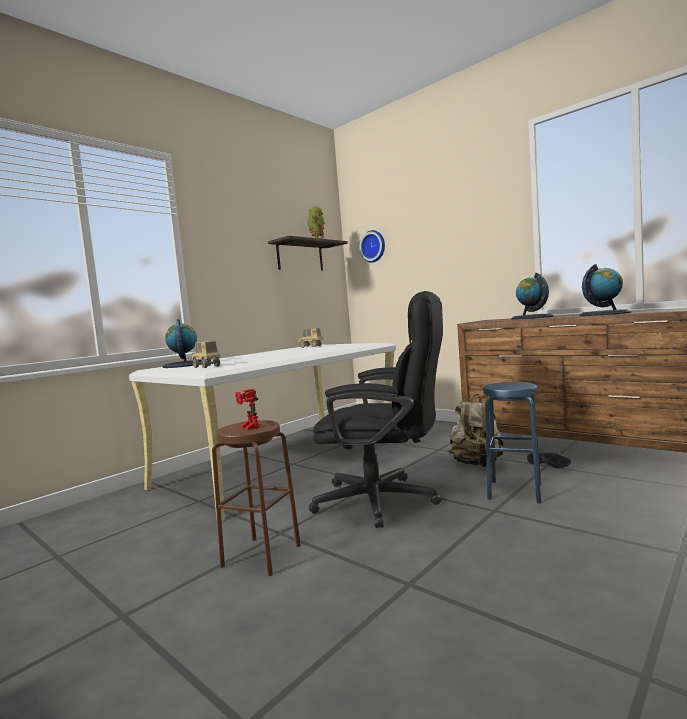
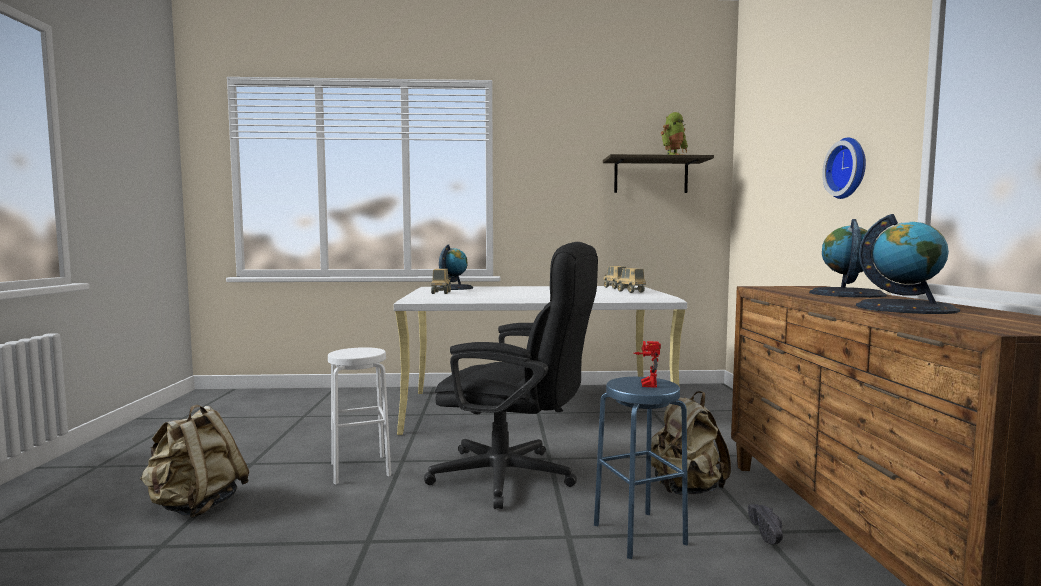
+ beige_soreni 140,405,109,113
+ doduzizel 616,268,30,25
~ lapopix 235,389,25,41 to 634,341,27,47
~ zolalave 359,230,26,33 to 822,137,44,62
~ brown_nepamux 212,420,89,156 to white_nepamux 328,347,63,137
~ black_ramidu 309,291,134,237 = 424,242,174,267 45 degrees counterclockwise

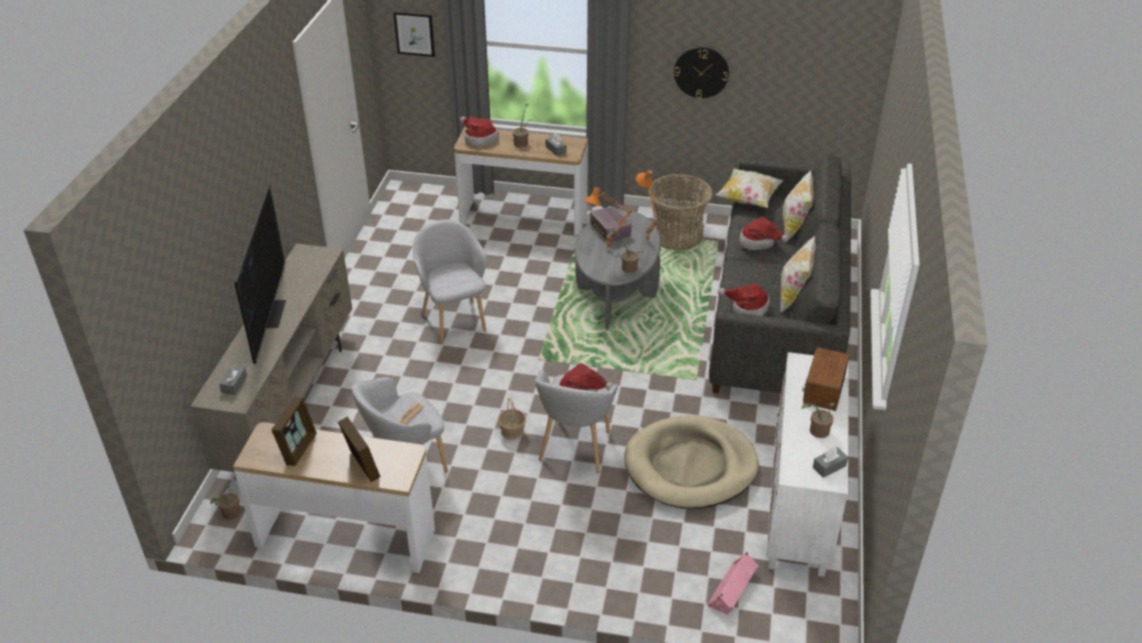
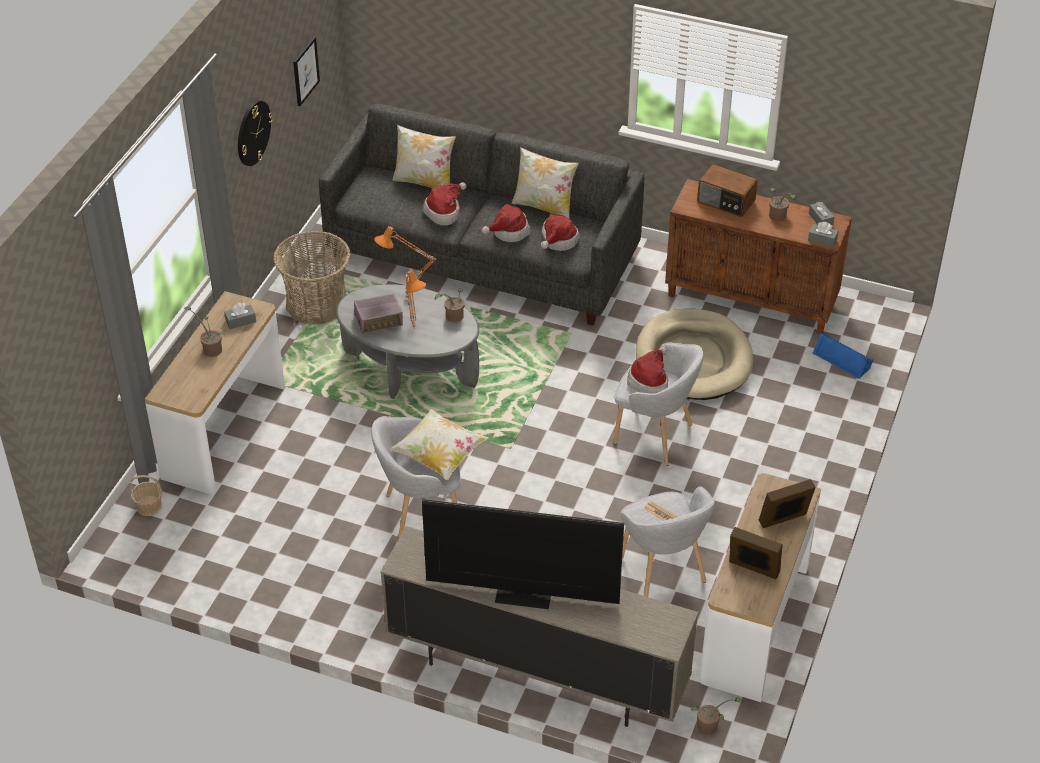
~ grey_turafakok 219,365,28,30 to 808,222,31,25
~ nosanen 393,11,42,46 to 293,37,27,69
~ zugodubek 460,116,39,32 to 481,204,49,38
~ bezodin 498,398,28,42 to 130,475,32,41
~ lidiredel 716,168,67,40 to 390,409,99,71
~ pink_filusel 707,552,52,63 to blue_filusel 812,333,61,46
~ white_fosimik 766,352,83,225 to brown_fosimik 665,179,187,155

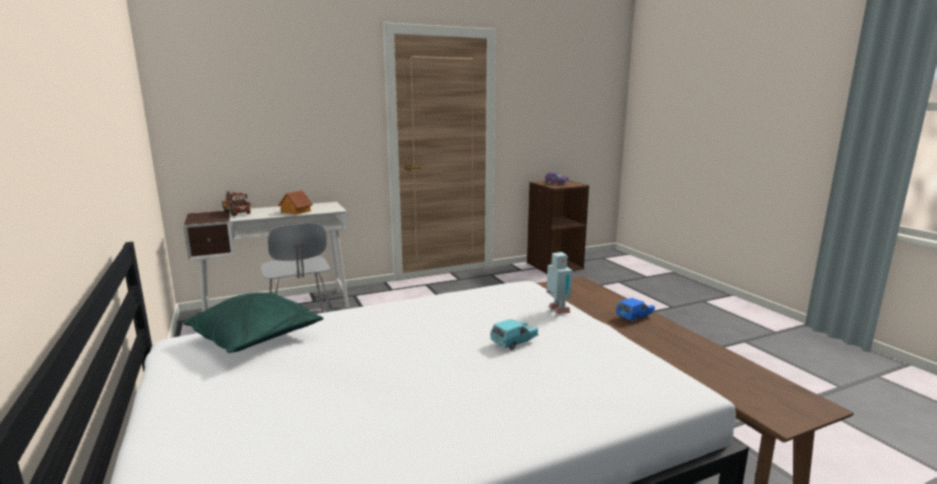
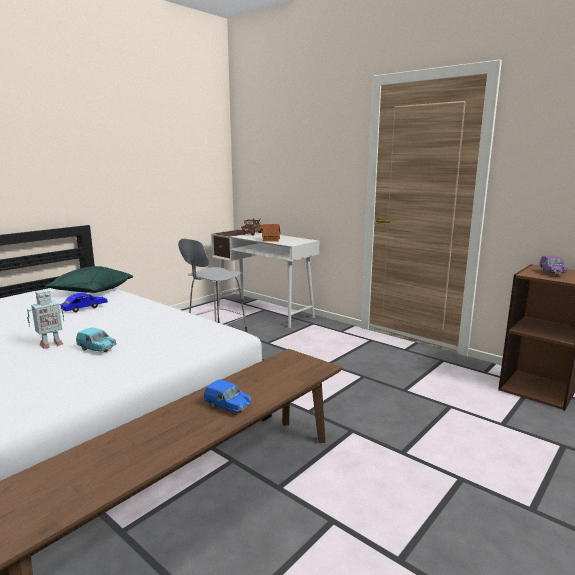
+ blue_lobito 60,293,48,19
~ lapopix 546,252,27,62 to 27,290,37,59

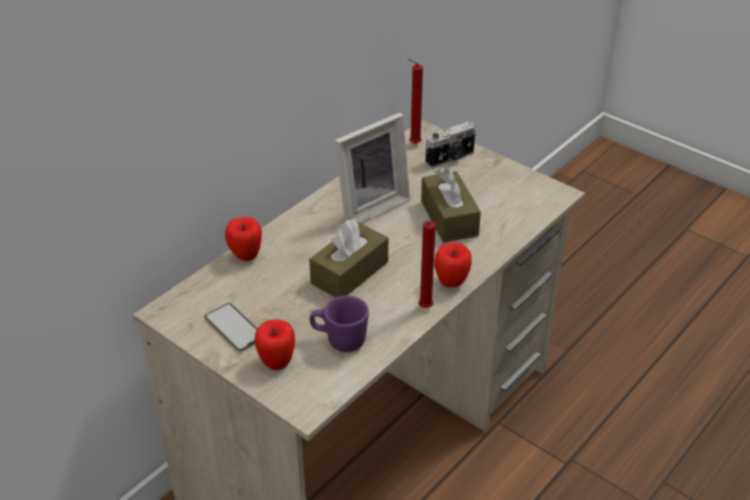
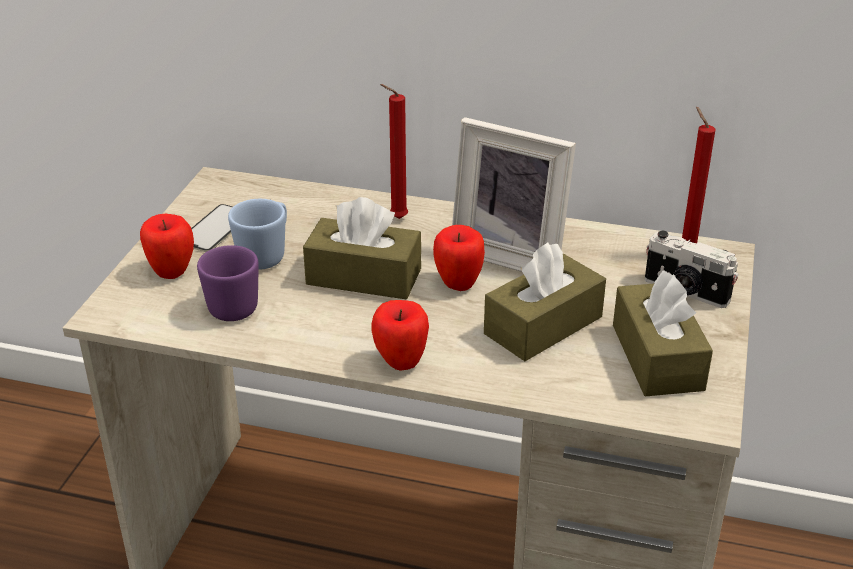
+ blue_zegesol 228,199,59,71
+ brown_turafakok 613,270,100,126
~ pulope 225,217,37,44 to 433,225,52,66
~ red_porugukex 419,221,17,87 to 380,84,28,135

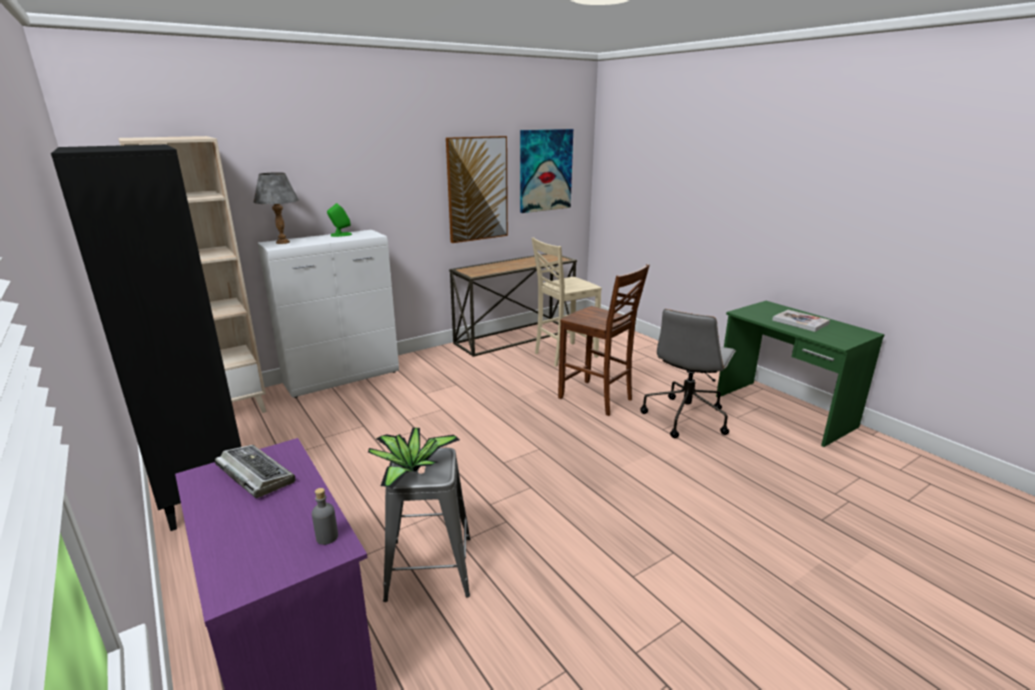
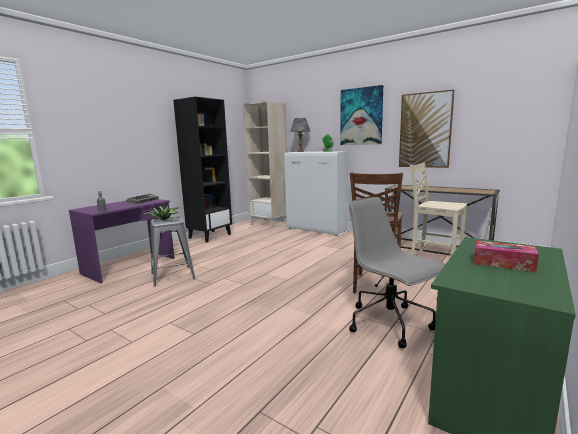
~ nosanen 520,129,53,84 to 340,85,43,60
~ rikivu 772,310,58,22 to turafakok 474,240,65,32
~ grey_ramidu 640,309,96,129 = 349,197,96,151 45 degrees clockwise

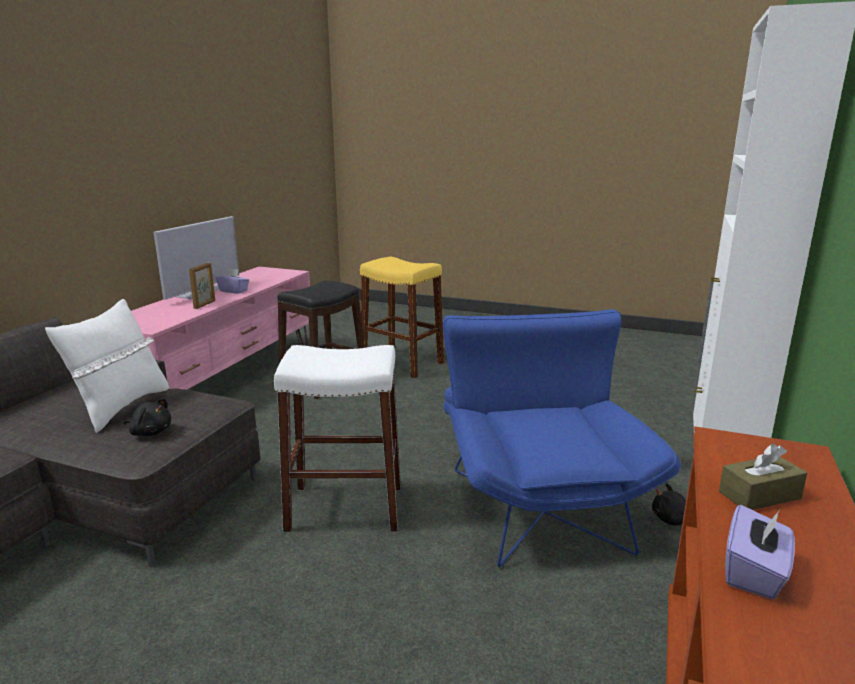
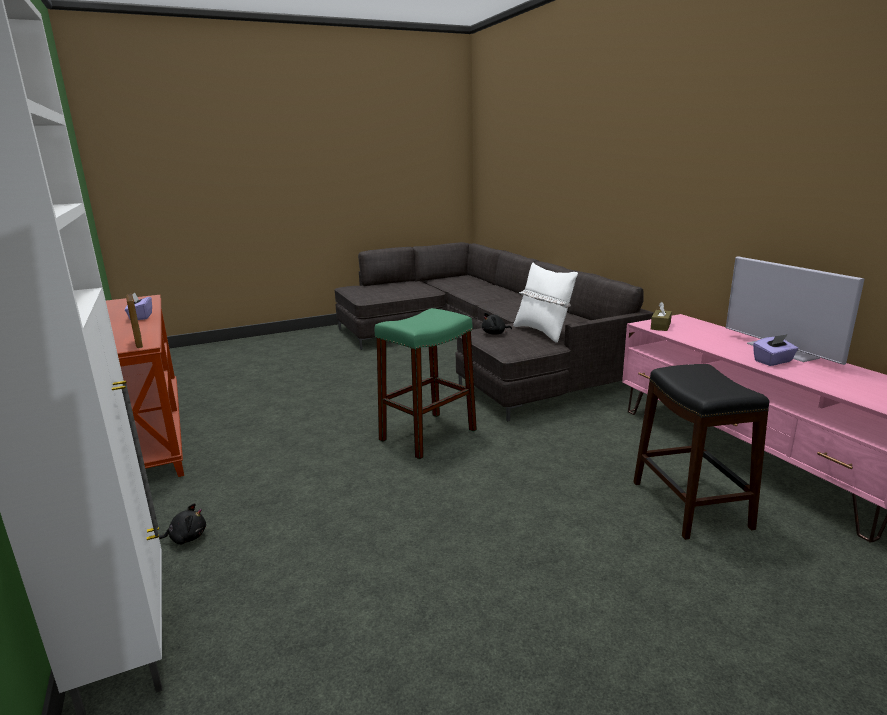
- yellow_nepamux 360,257,84,121
- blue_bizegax 443,309,238,259
~ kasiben 189,263,26,46 to 126,294,17,54
~ brown_turafakok 719,444,88,66 to 651,302,21,29
~ white_nepamux 274,345,127,187 to green_nepamux 374,308,103,151

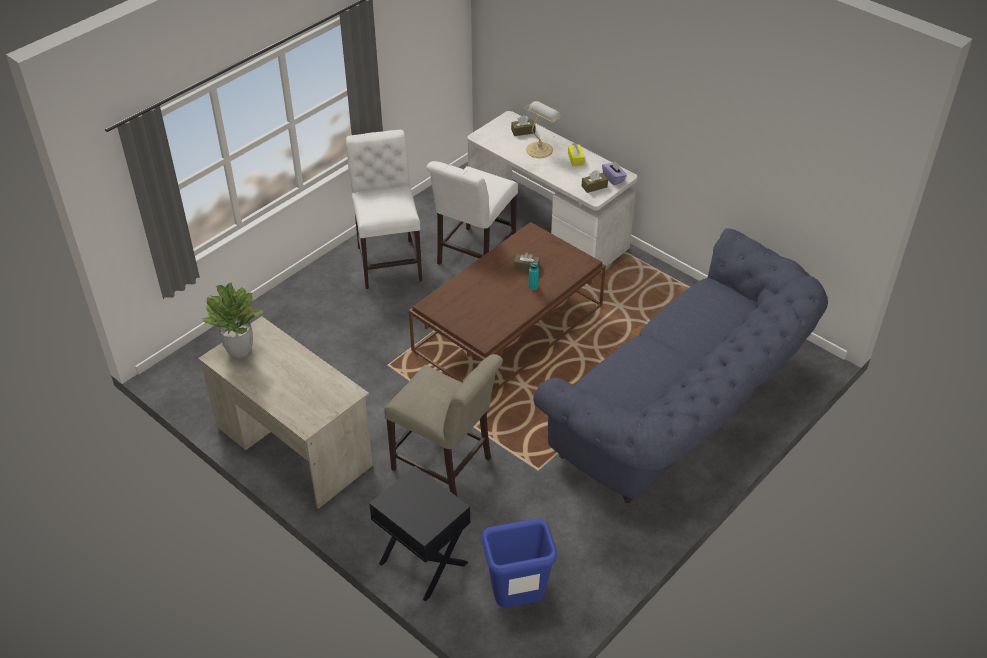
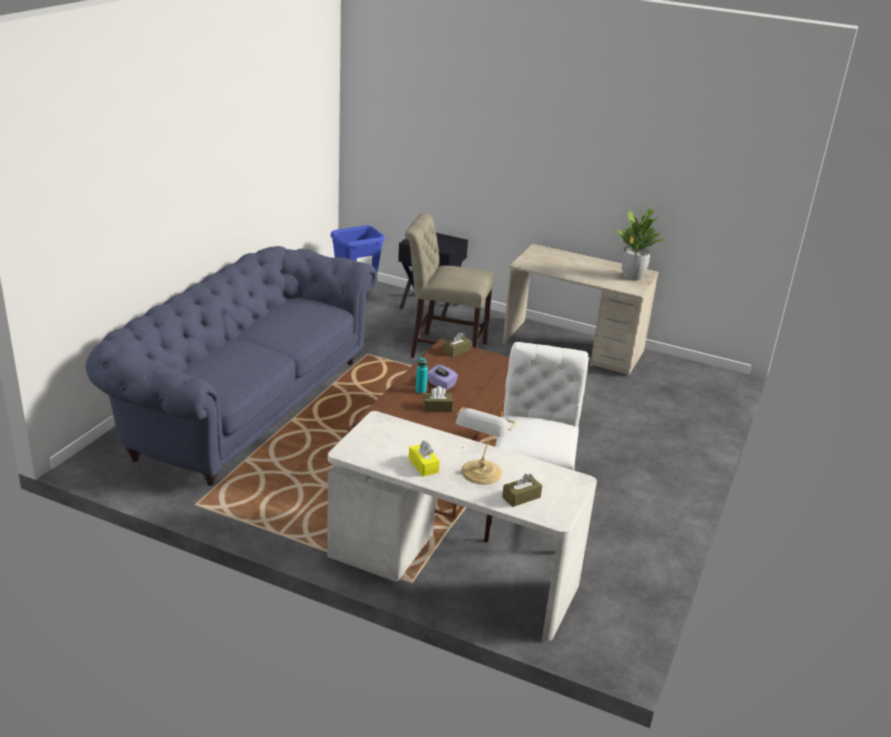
- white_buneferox 346,130,76,159
~ brown_turafakok 582,170,26,23 to 443,332,28,25
~ purple_turafakok 602,161,25,24 to 427,364,31,26

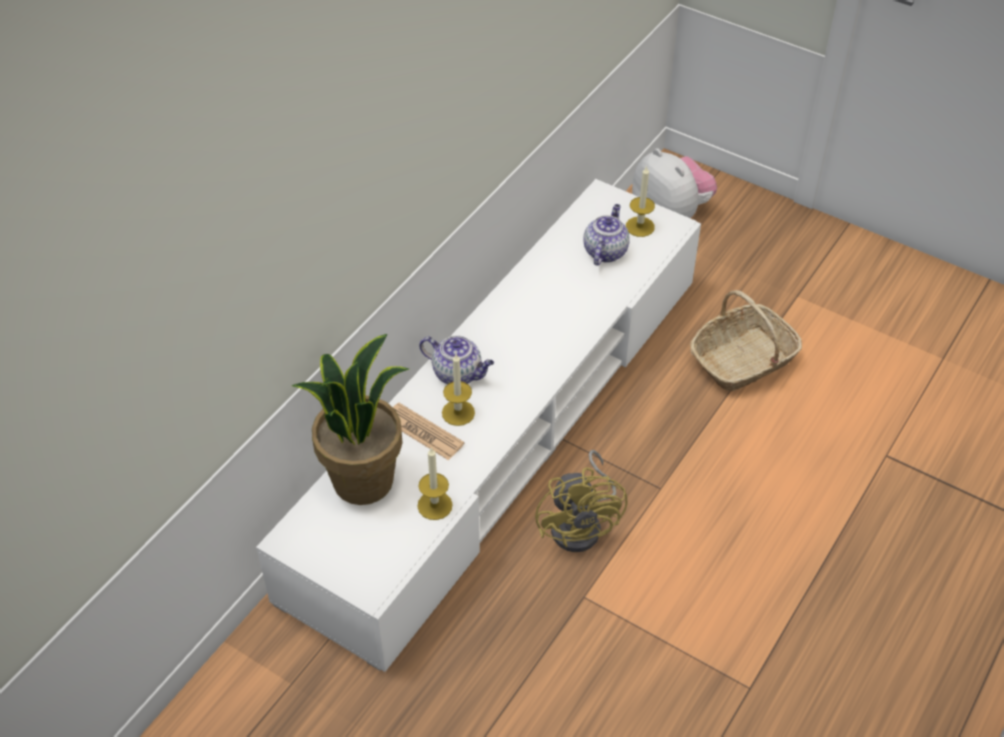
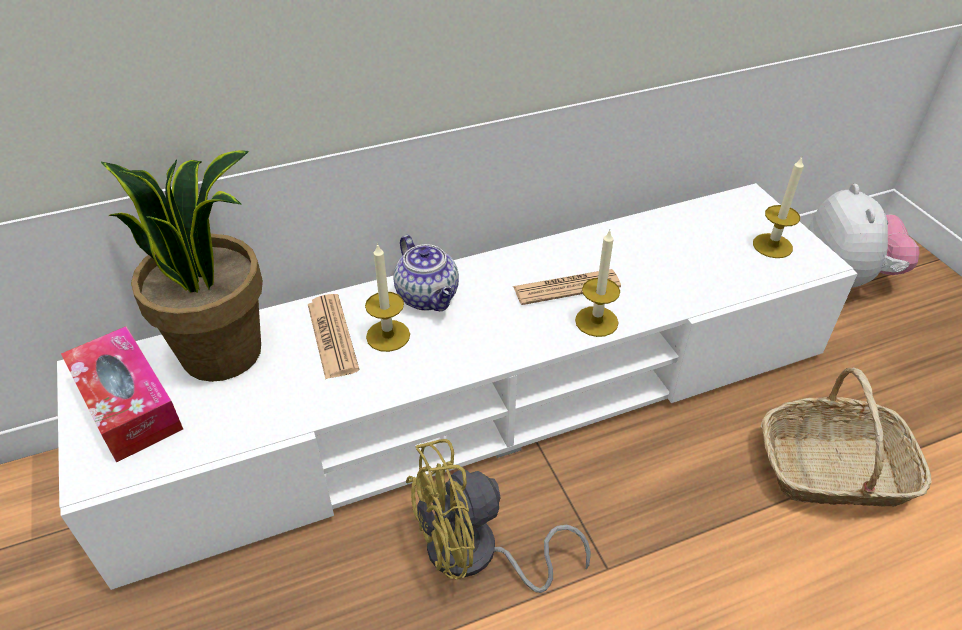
- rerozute 583,204,47,62
+ turafakok 61,326,122,136
+ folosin 513,269,108,36
~ porugukex 417,447,36,73 to 575,230,45,107
~ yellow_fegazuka 535,450,92,102 = 406,439,185,154 45 degrees clockwise

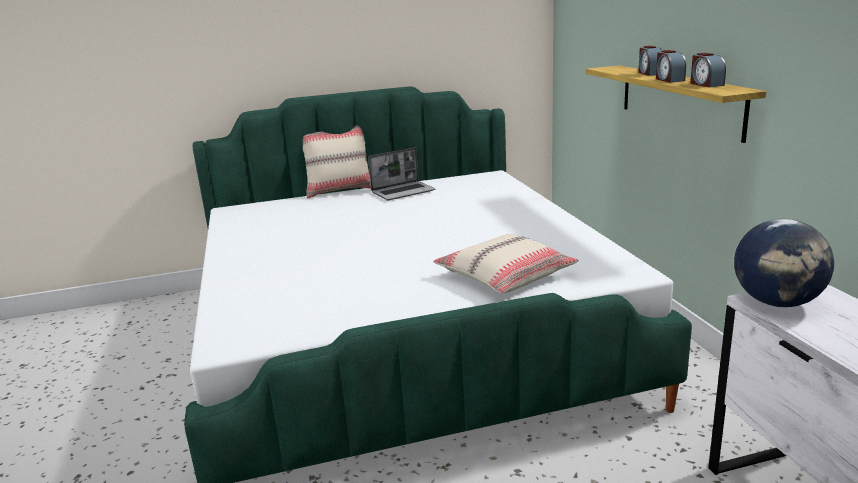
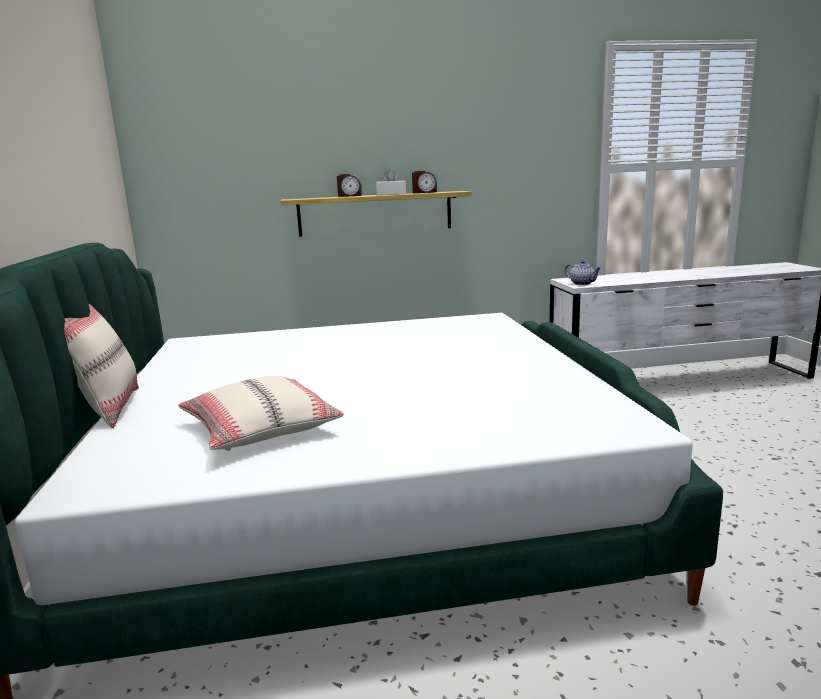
- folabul 368,147,67,53
~ beige_lidiredel 433,234,145,59 to 178,376,166,75
~ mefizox 656,50,30,33 to white_turafakok 376,169,30,26
~ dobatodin 734,219,100,88 to rerozute 565,261,36,24

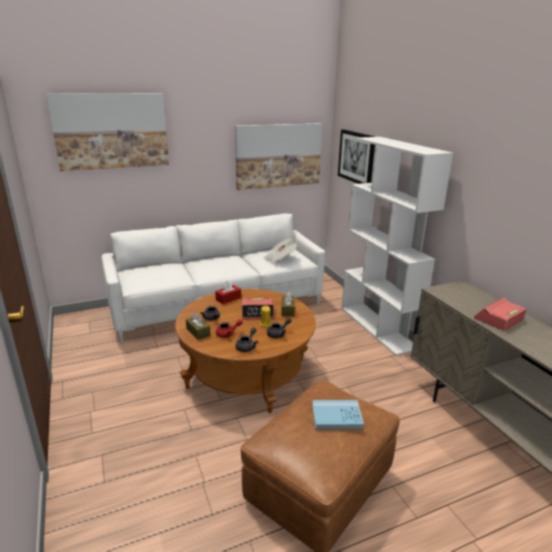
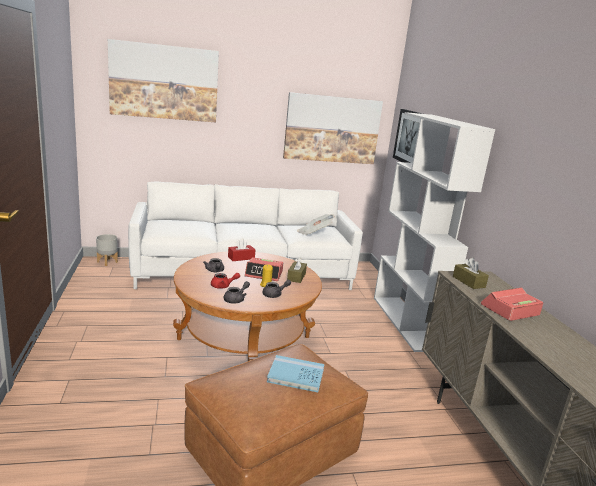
+ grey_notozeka 96,234,22,32
~ brown_turafakok 186,313,25,27 to 453,258,36,31

